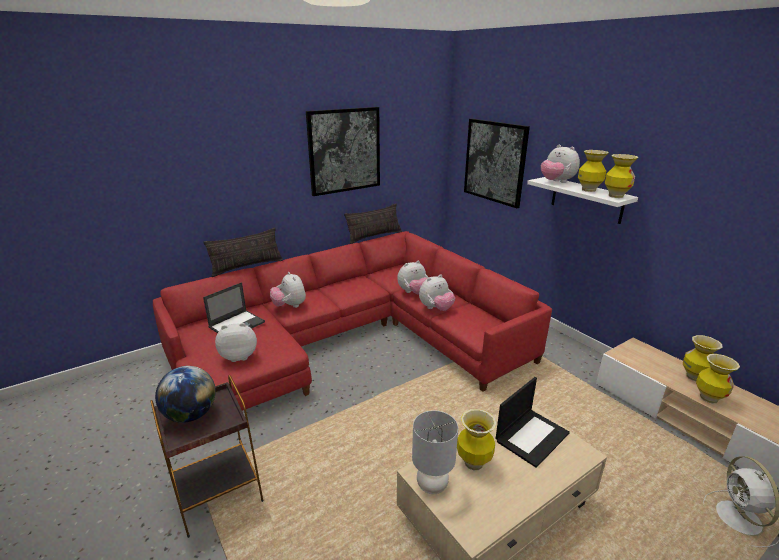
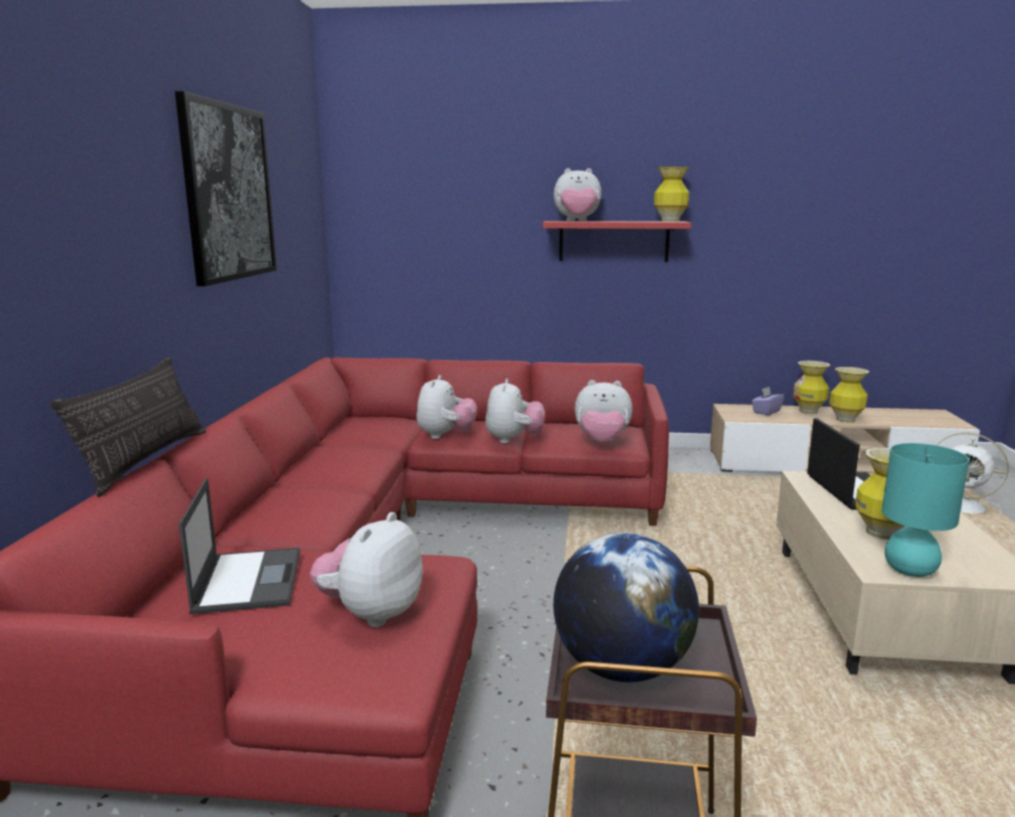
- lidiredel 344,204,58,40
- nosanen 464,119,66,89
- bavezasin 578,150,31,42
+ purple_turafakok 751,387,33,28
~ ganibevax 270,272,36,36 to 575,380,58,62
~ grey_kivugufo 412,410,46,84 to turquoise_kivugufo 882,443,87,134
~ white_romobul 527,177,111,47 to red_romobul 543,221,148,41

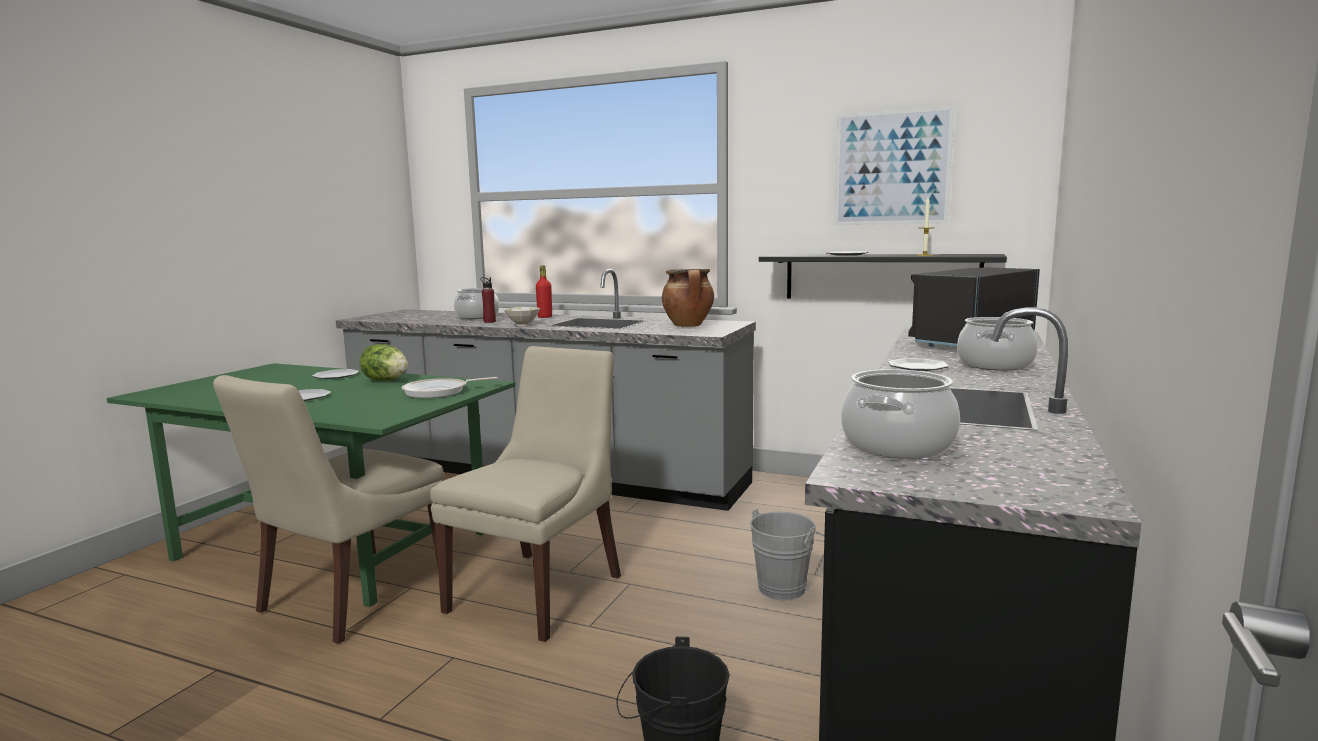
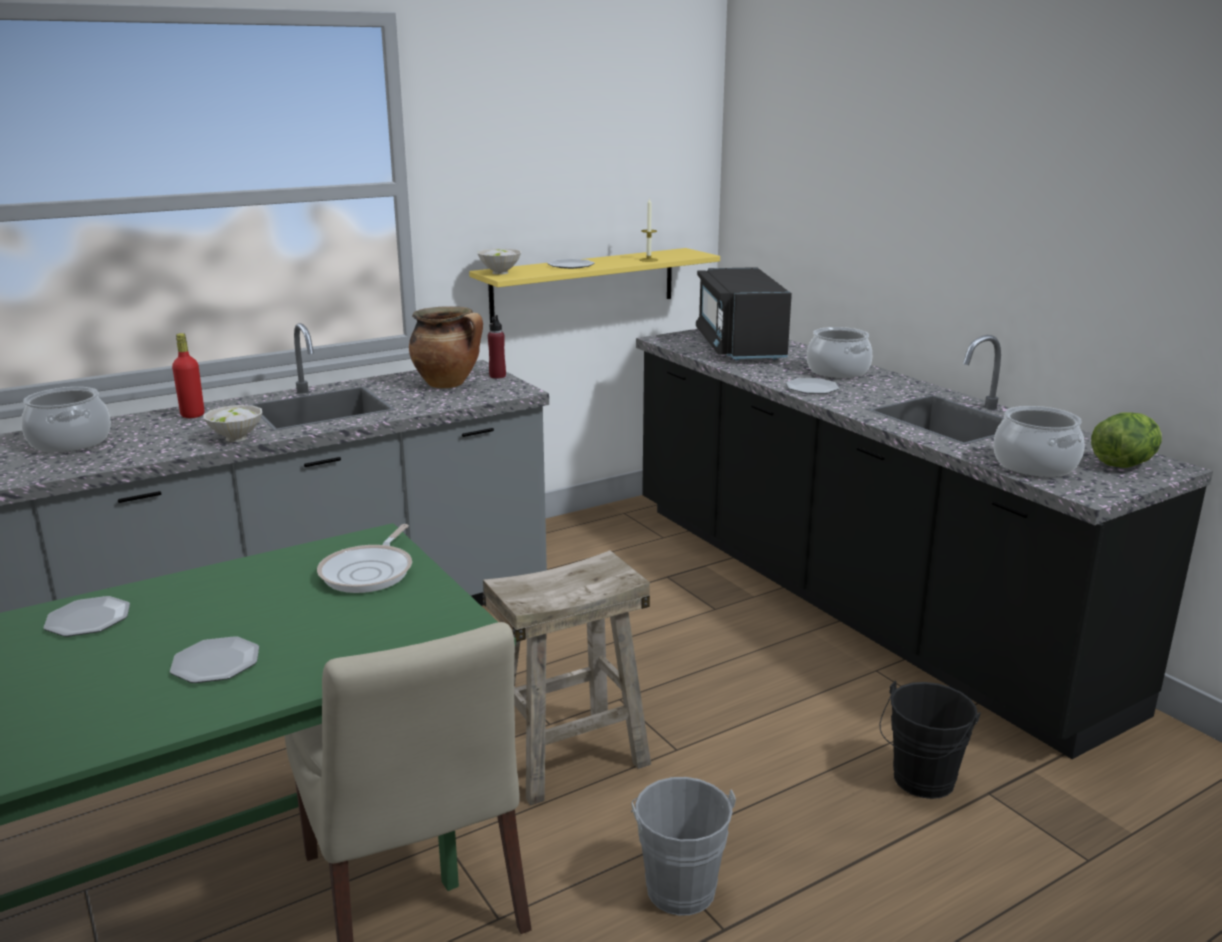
- nosanen 834,106,120,119
+ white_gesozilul 477,249,44,26
~ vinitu 360,344,48,37 to 1091,412,71,56
~ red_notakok 481,277,15,46 to 488,315,18,64
~ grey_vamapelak 750,508,74,92 to 631,777,105,139
~ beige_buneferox 430,346,191,296 to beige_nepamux 483,550,168,256
~ black_romobul 759,254,248,44 to yellow_romobul 469,248,251,75

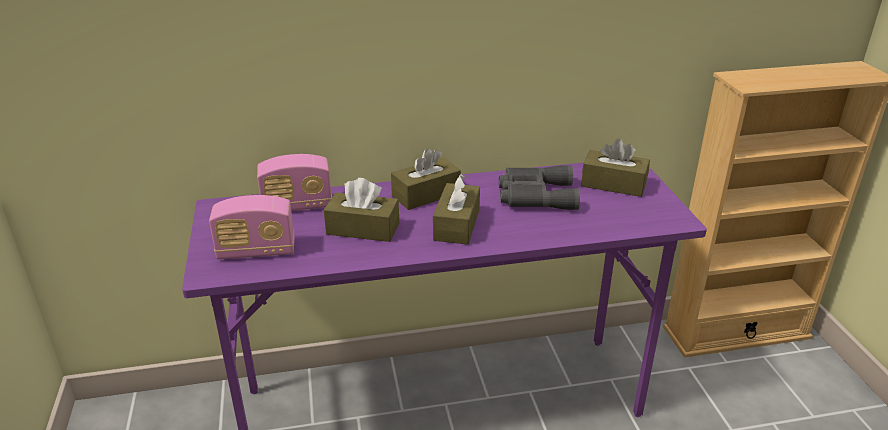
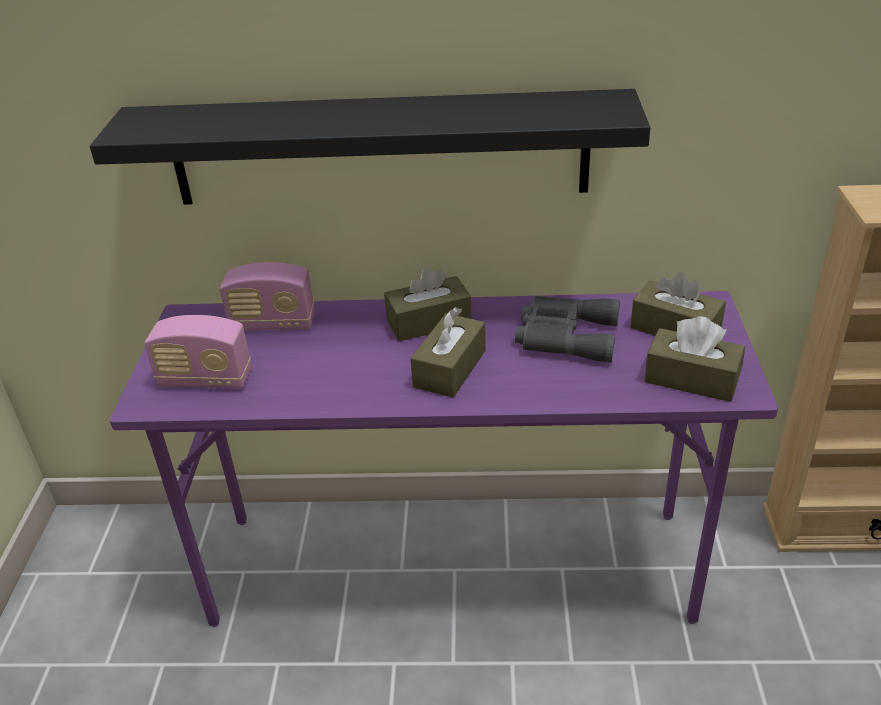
+ black_romobul 90,89,561,116
~ brown_turafakok 324,178,75,64 to 644,316,101,86

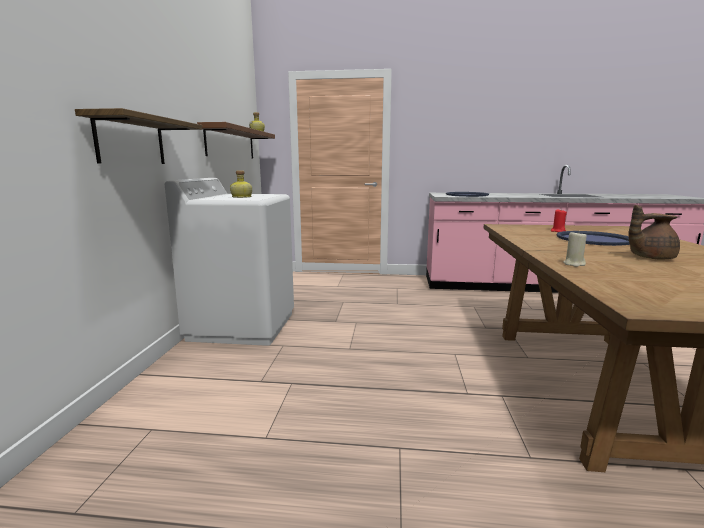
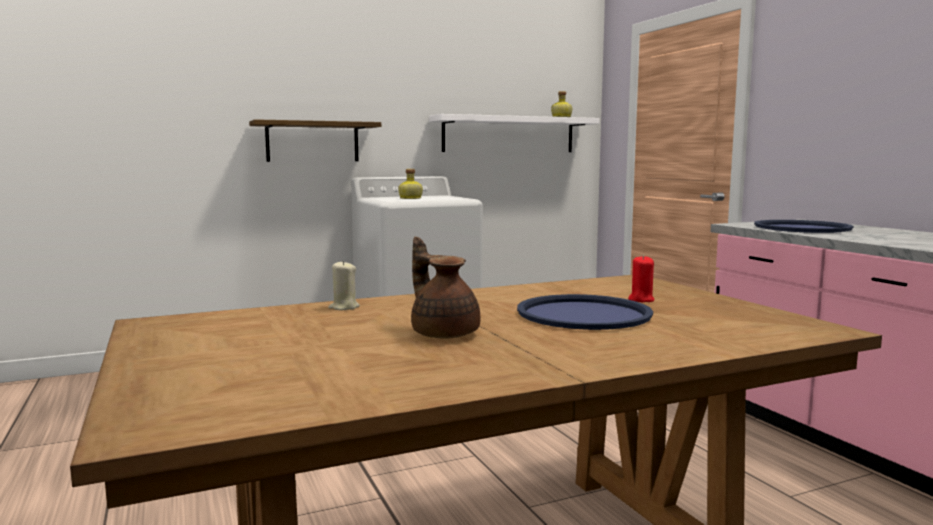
~ brown_romobul 197,122,78,37 to white_romobul 429,114,171,38

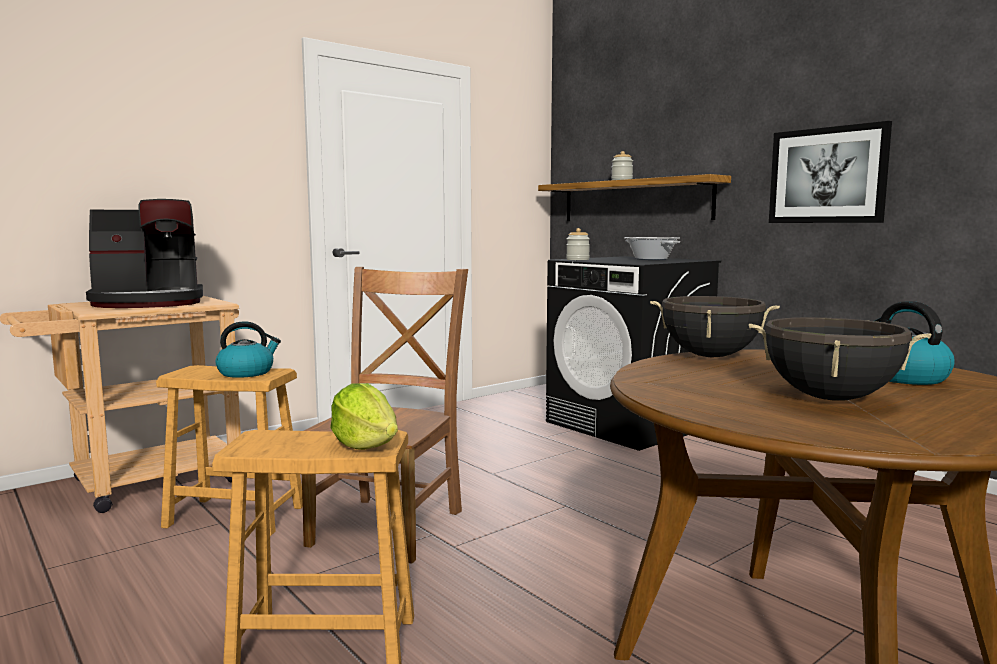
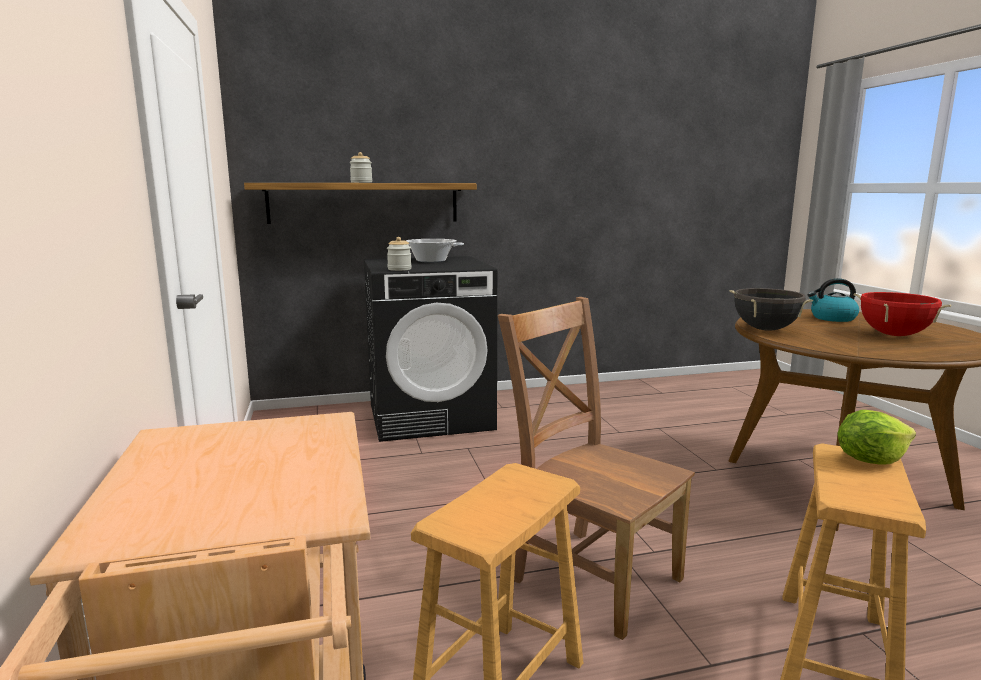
- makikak 86,199,117,109
- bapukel 216,321,65,57
- nosanen 769,121,123,102
~ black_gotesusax 749,317,182,84 to red_gotesusax 854,292,97,44

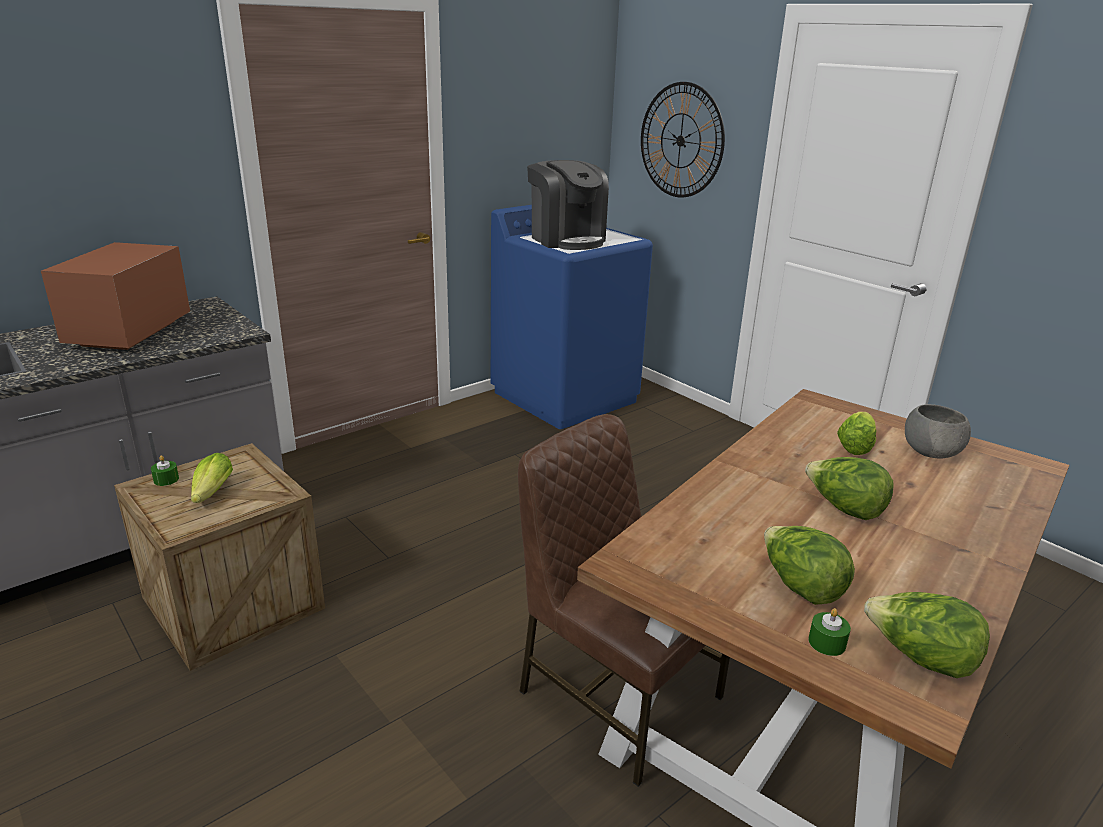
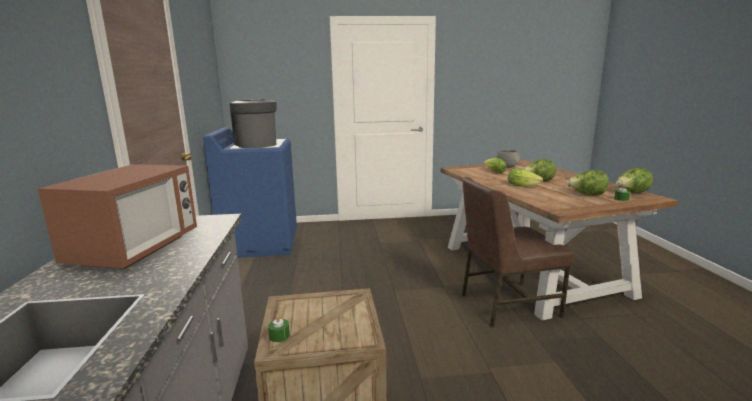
- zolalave 641,82,84,115
~ vinitu 191,453,42,50 to 508,168,35,19
~ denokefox 41,242,149,108 = 38,164,159,105 120 degrees counterclockwise
~ makikak 527,160,82,90 = 230,99,47,49 120 degrees counterclockwise

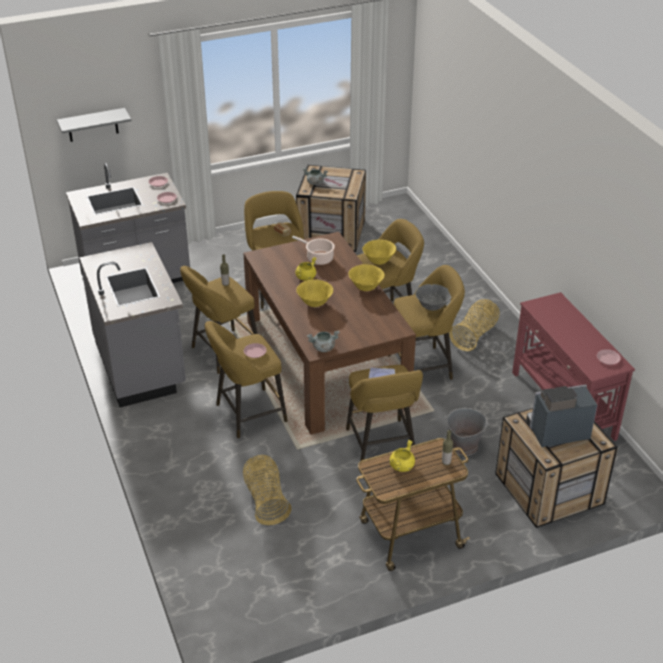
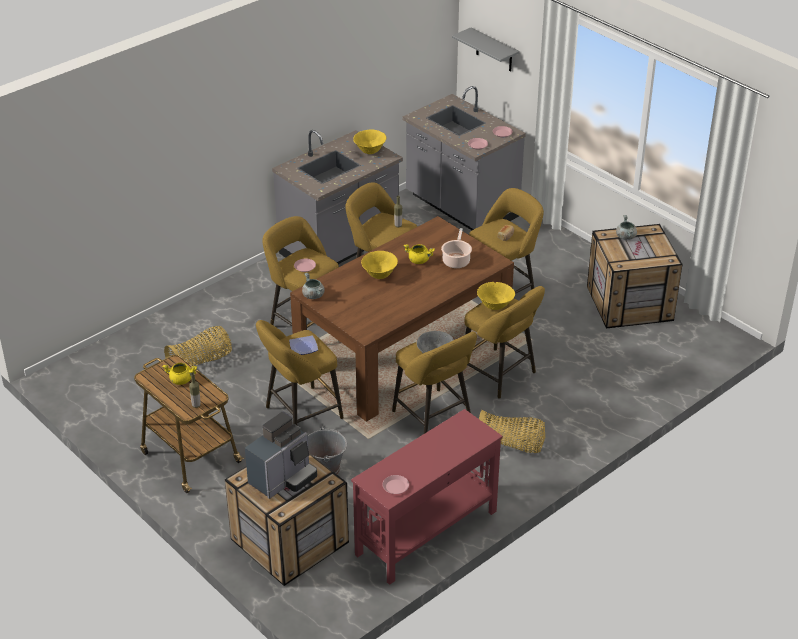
~ yellow_gesozilul 348,264,37,27 to 354,130,32,24
~ makikak 526,384,71,63 = 245,412,72,87 75 degrees clockwise

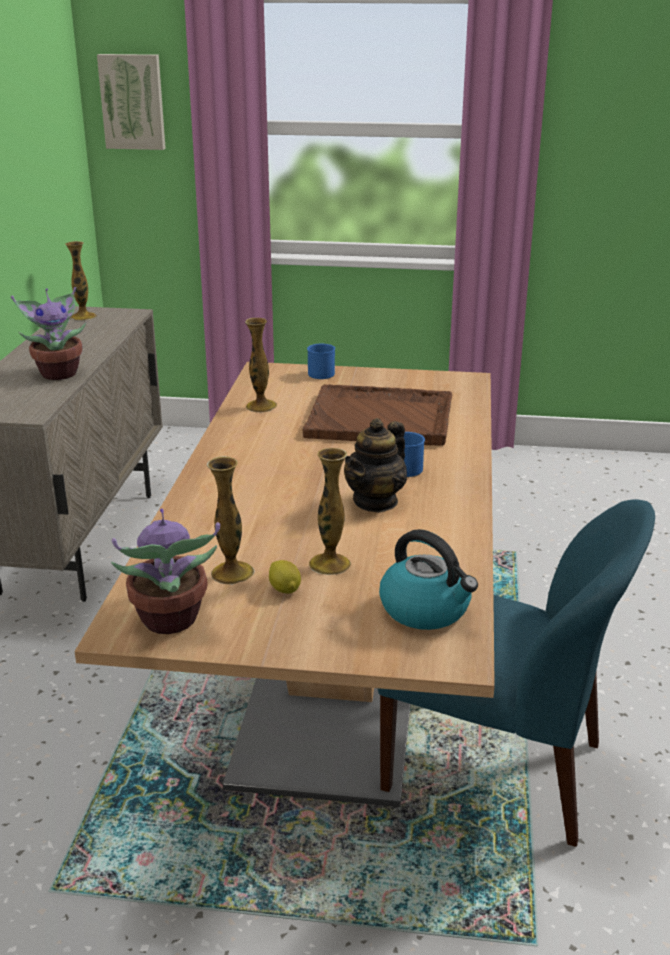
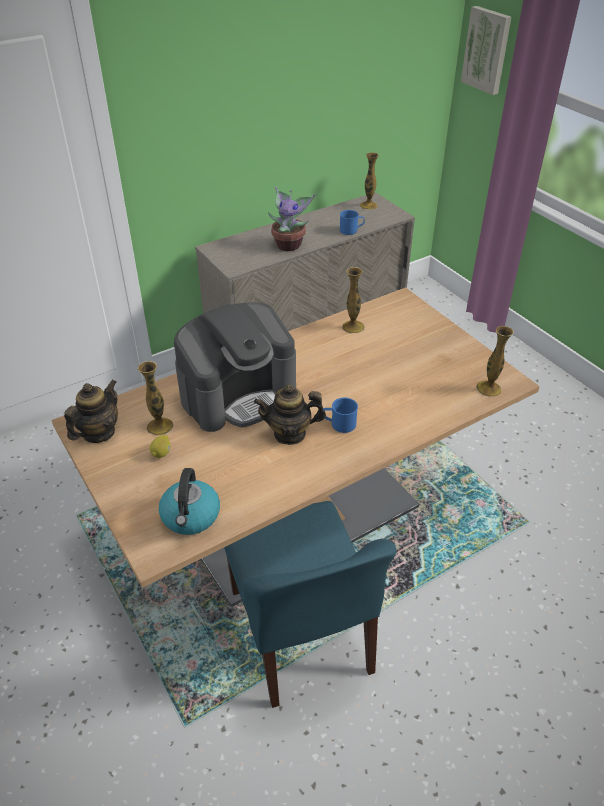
- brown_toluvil 303,384,149,62
+ makikak 174,302,122,130
~ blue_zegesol 307,344,28,35 to 340,210,25,25
~ bavezasin 309,448,42,127 to 476,326,38,71
~ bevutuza 111,508,109,126 to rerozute 64,380,54,63

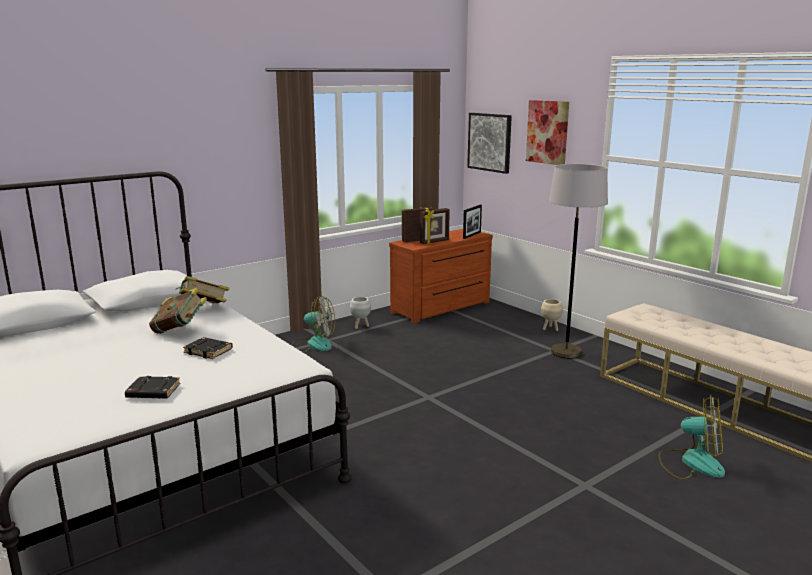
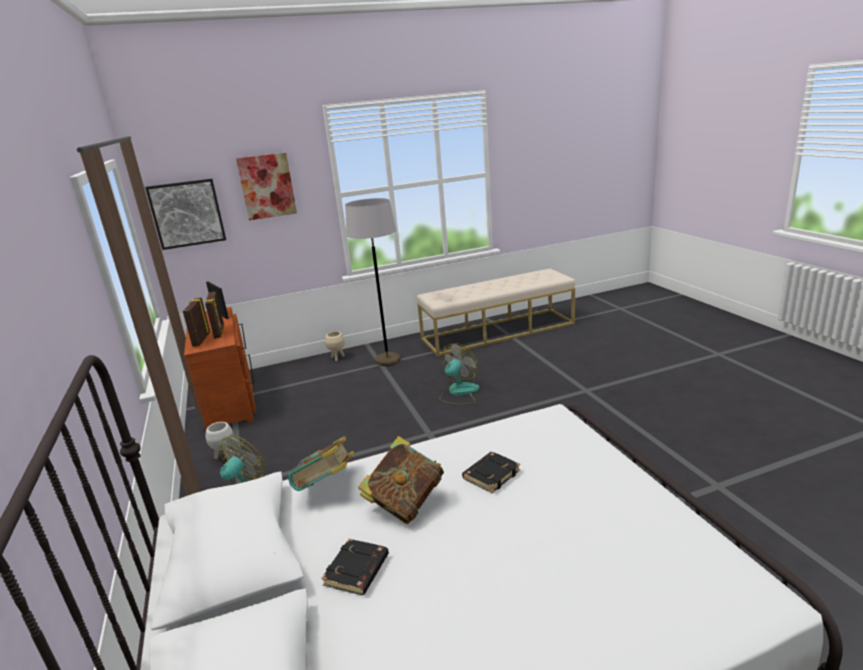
~ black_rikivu 125,376,55,22 to 321,539,68,56
~ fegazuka 659,395,66,84 to 440,343,39,62

